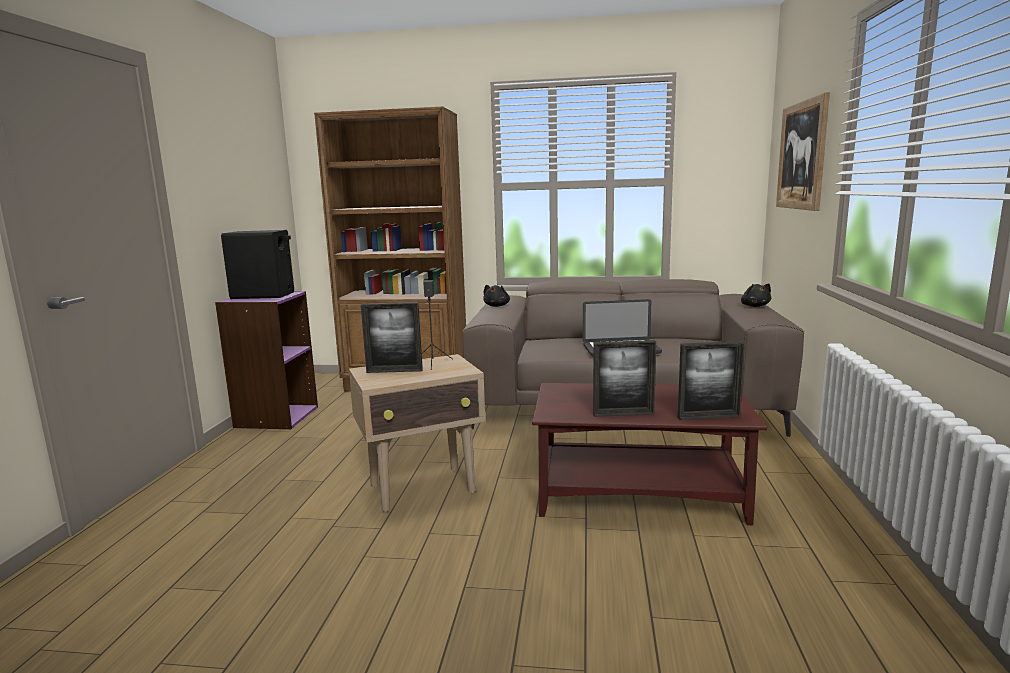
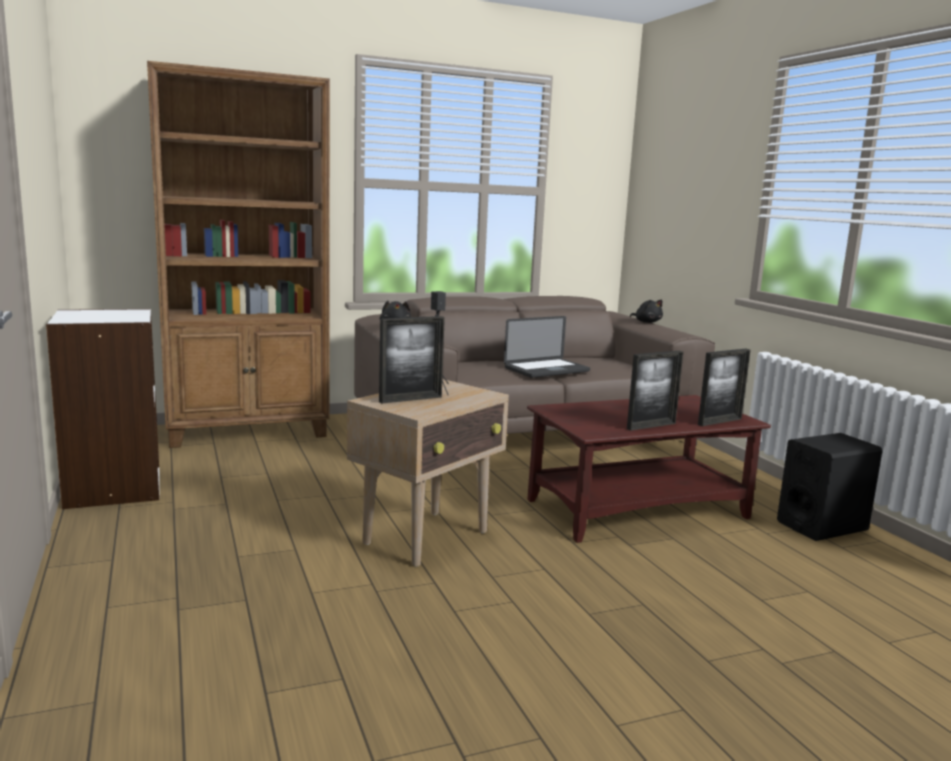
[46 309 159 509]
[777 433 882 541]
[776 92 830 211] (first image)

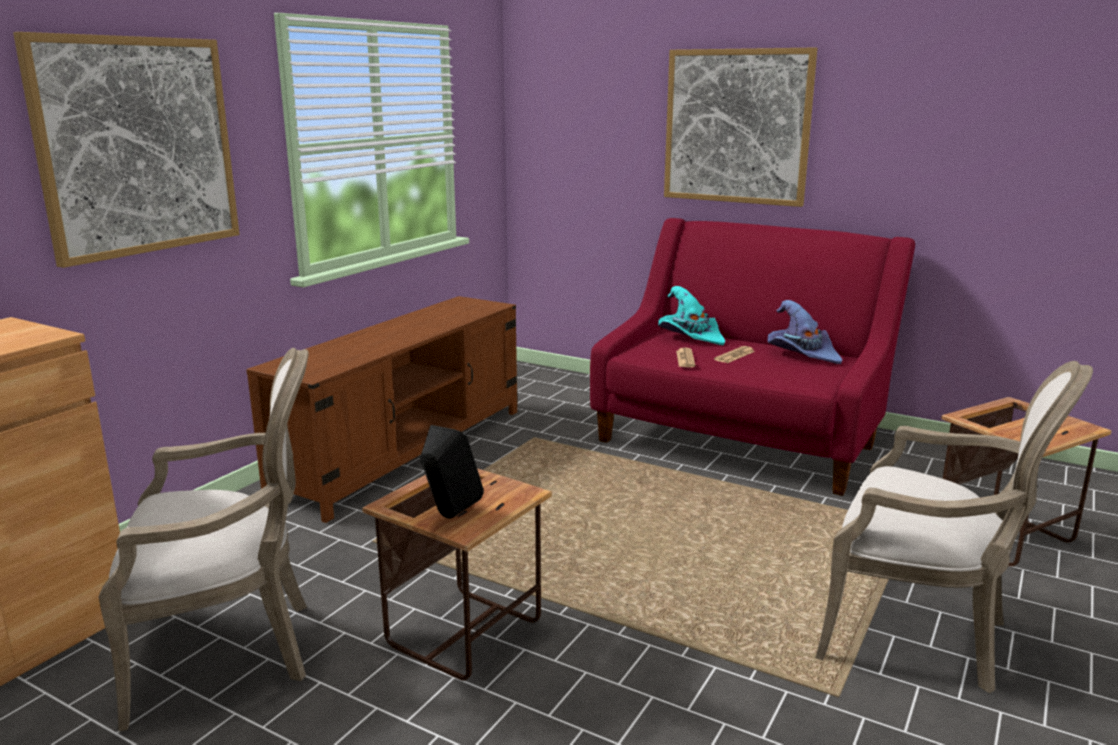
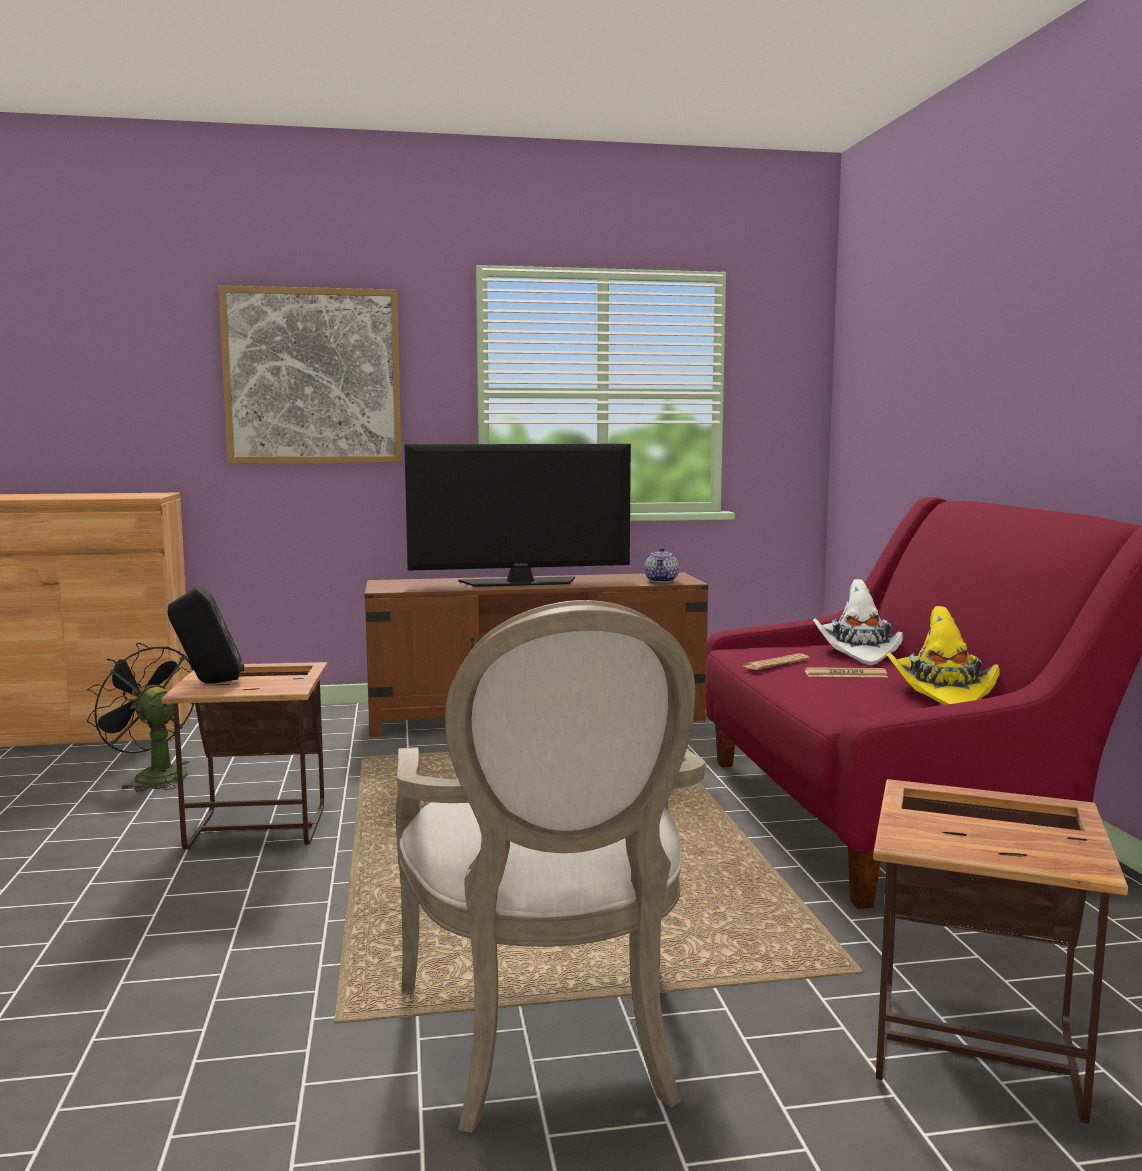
[87 643 195 792]
[404 444 631 587]
[644 547 679 583]
[812 579 903 665]
[886 606 1000 705]
[664 47 817 207] (first image)

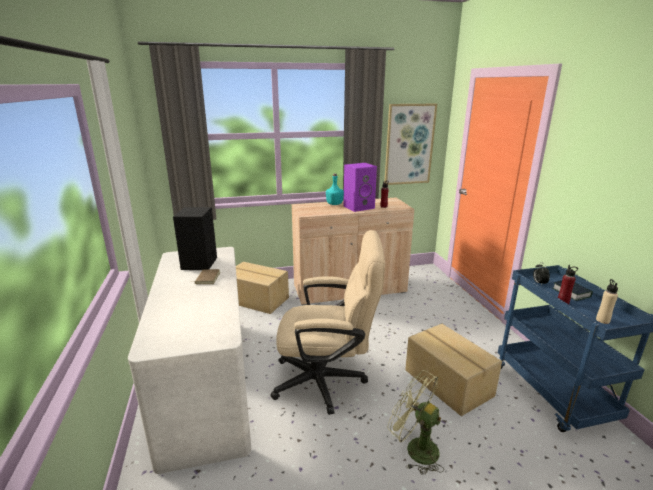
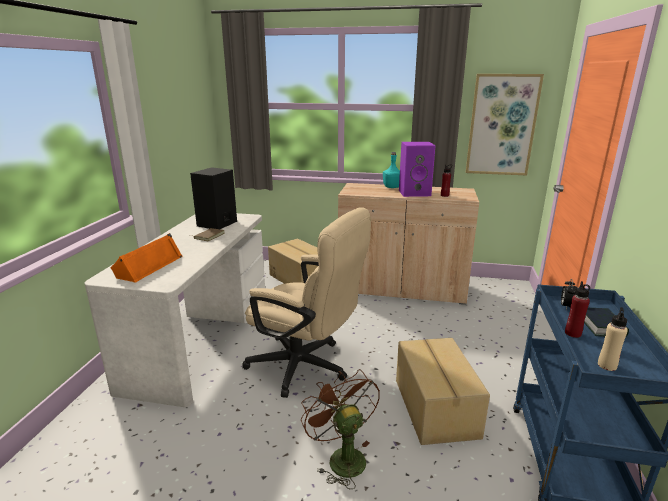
[110 233 183 283]
[301 369 380 489]

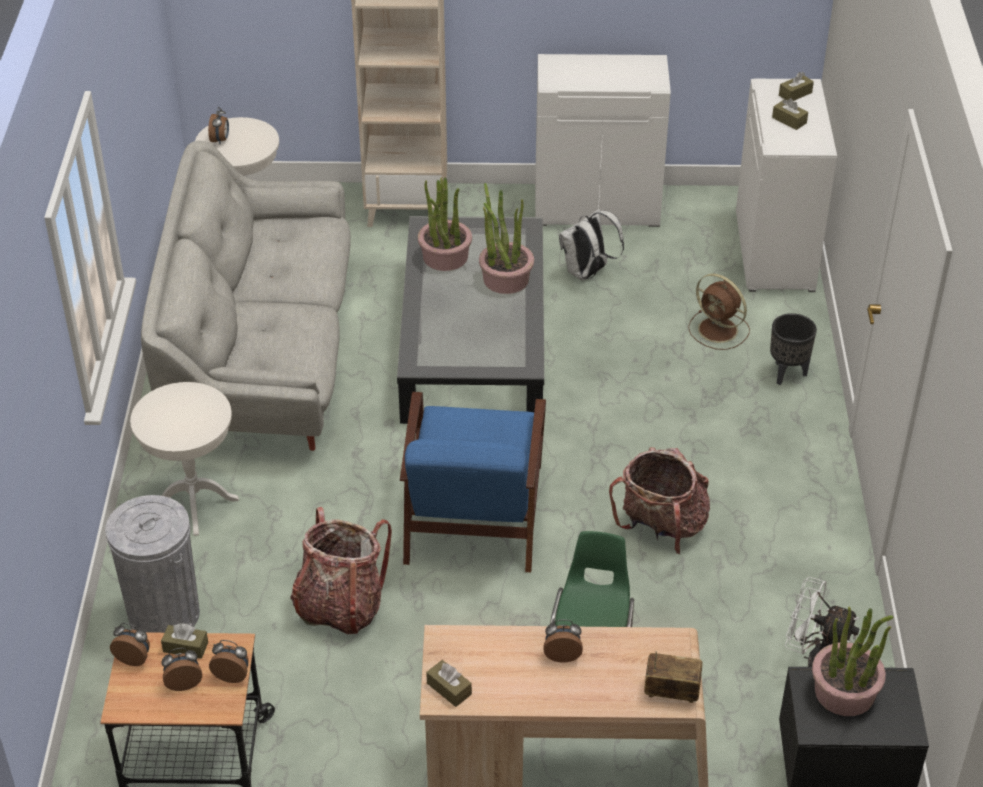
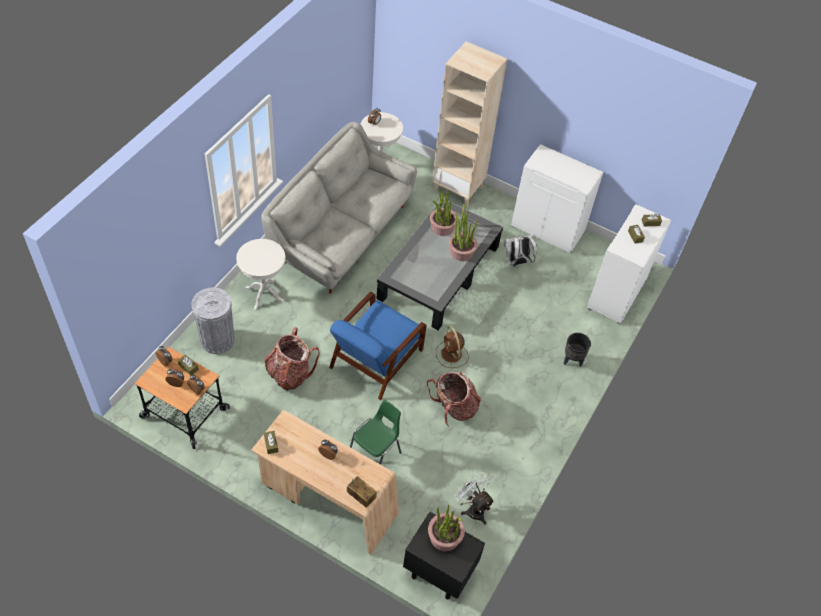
[436 326 469 368]

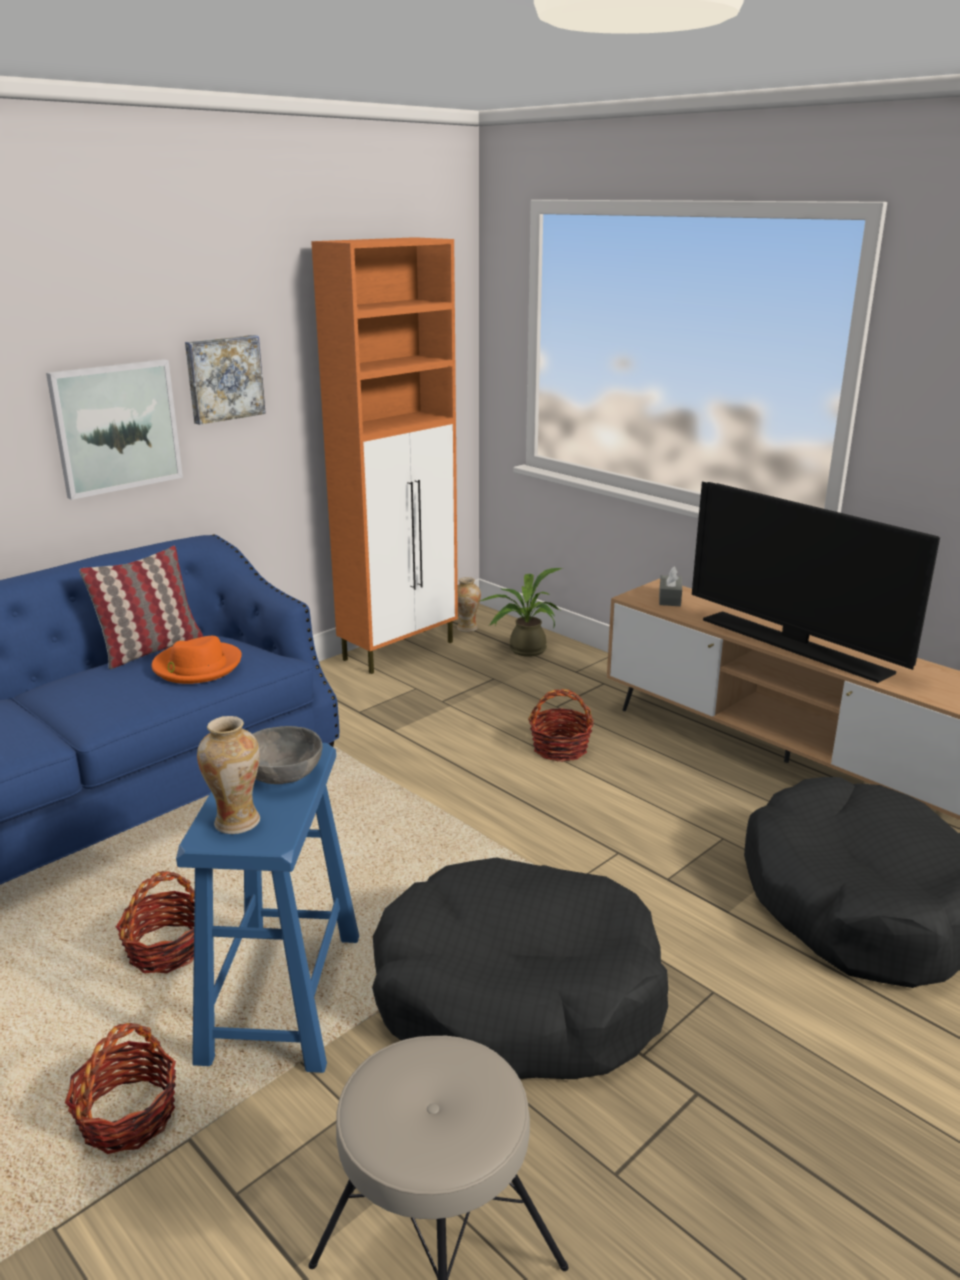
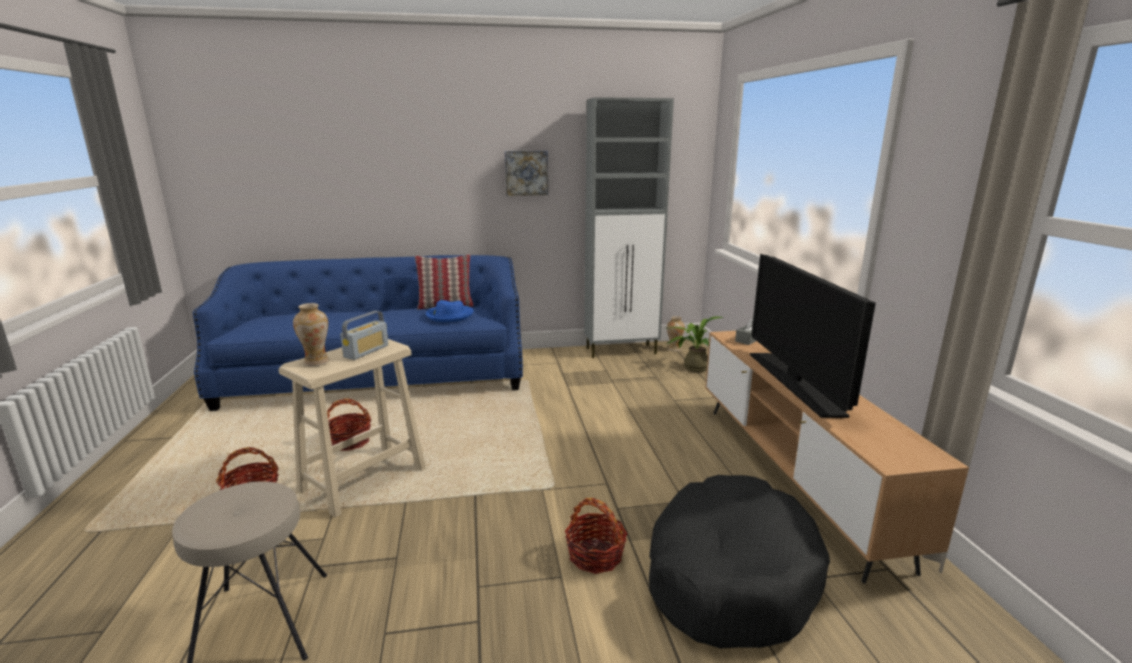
[279 339 426 517]
[340 311 388 360]
[426 300 474 322]
[565 498 628 574]
[584 97 674 358]
[46 359 183 500] (first image)
[372 857 668 1079] (first image)

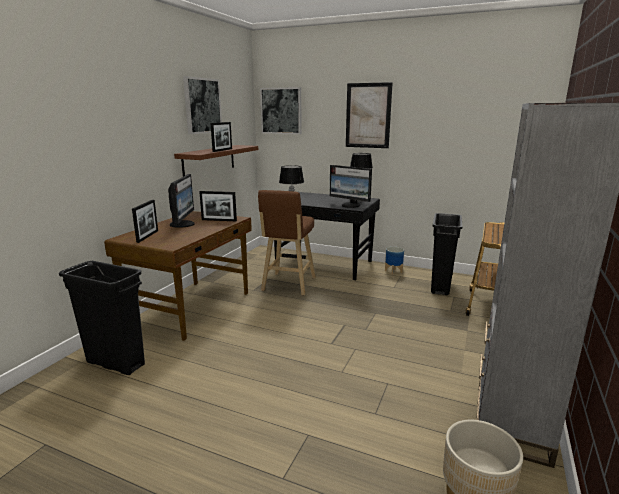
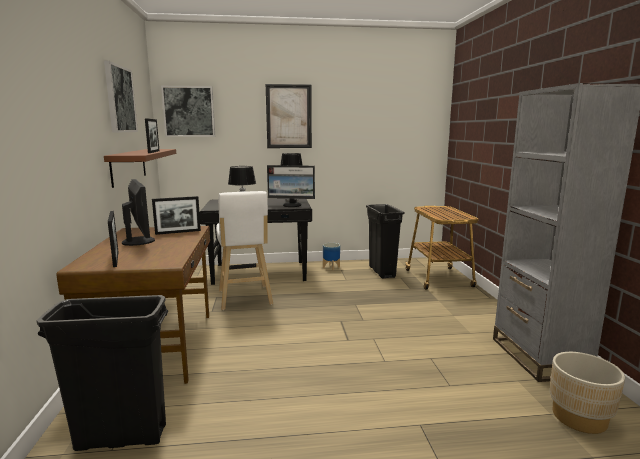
[216 191 273 310]

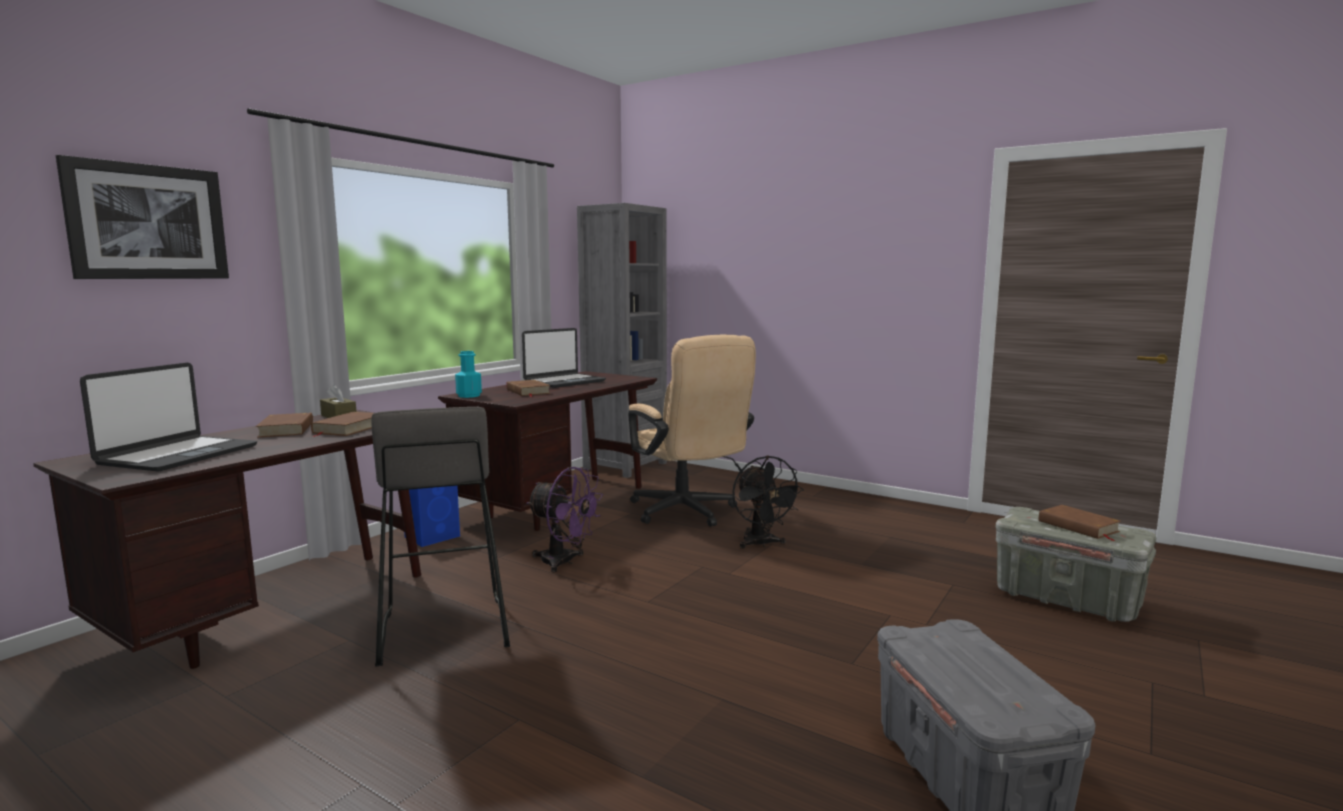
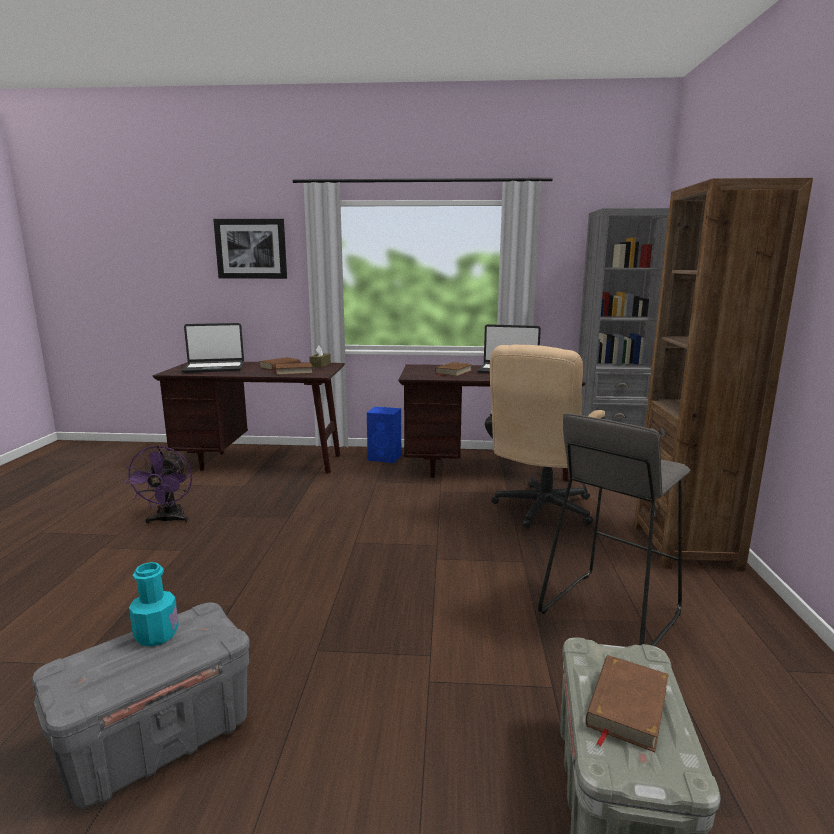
[124 445 193 524]
[129 562 179 647]
[538 413 690 646]
[634 178 813 572]
[732 456 804 549] (first image)

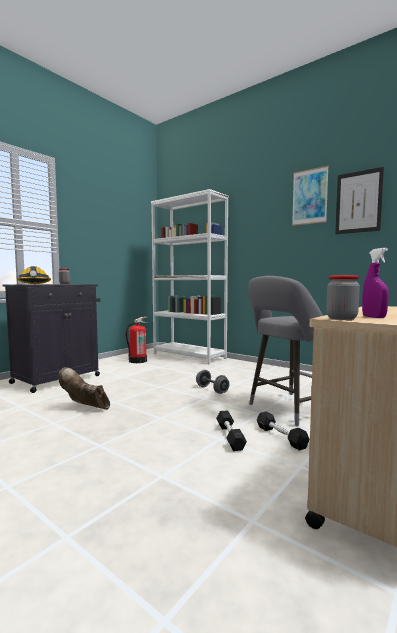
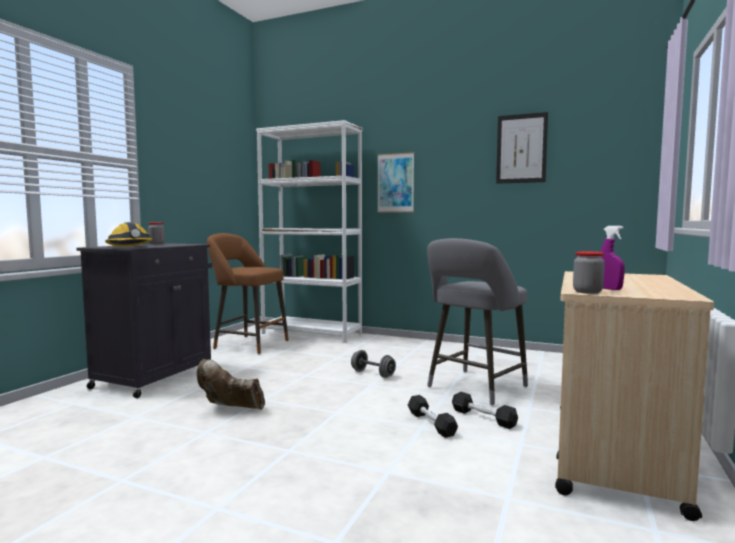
[207 233 289 354]
[377 152 414 213]

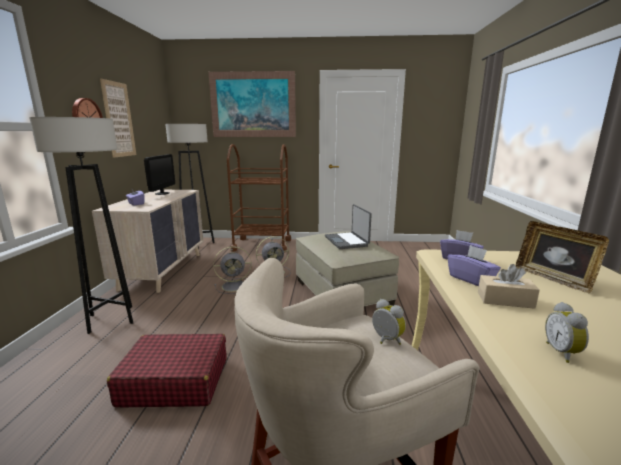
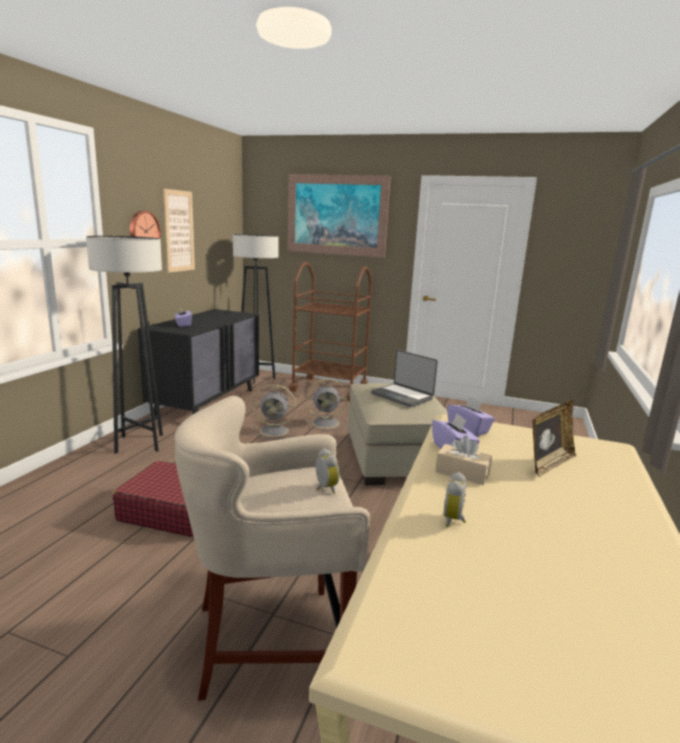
[138 309 259 416]
[371 350 438 407]
[532 400 576 477]
[144 154 175 195] (first image)

